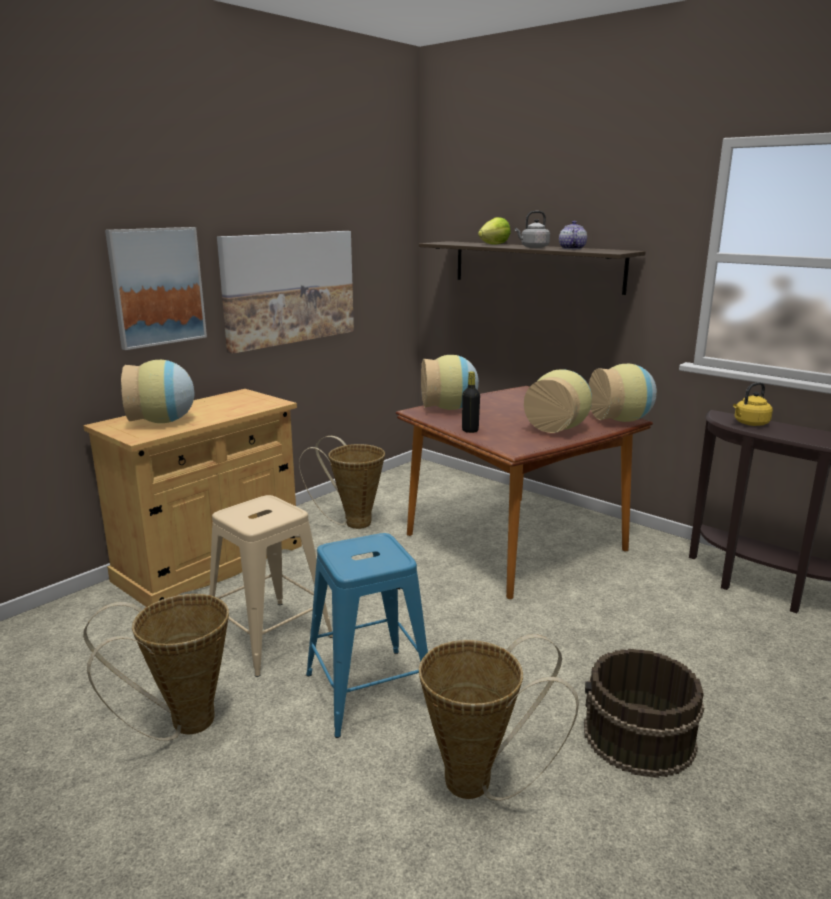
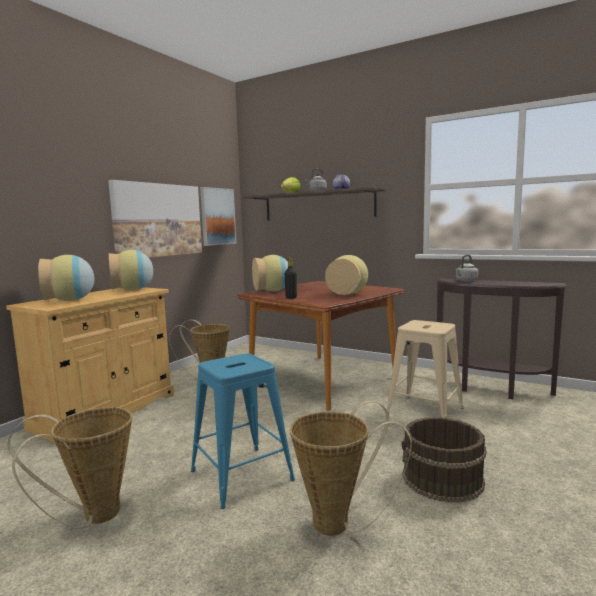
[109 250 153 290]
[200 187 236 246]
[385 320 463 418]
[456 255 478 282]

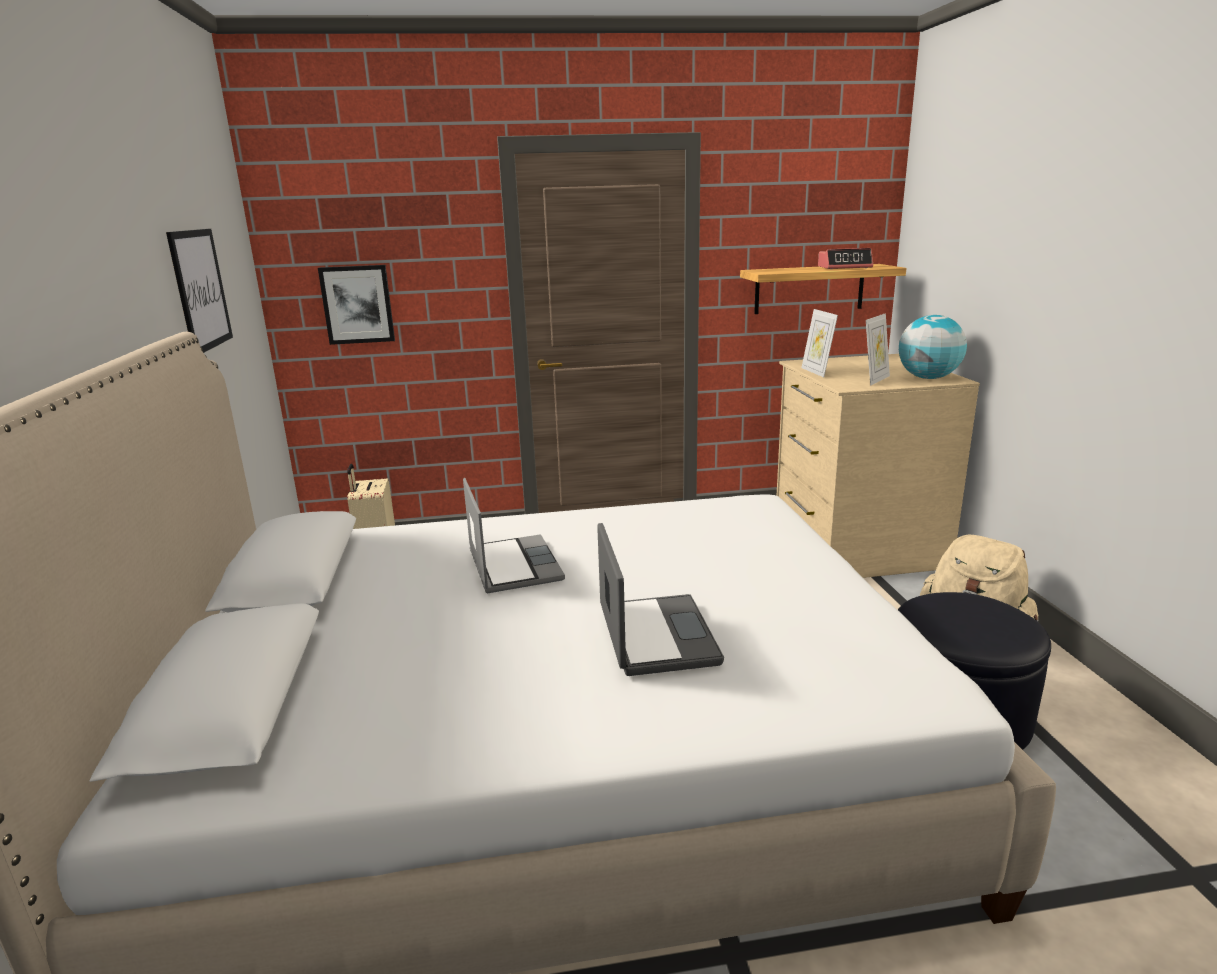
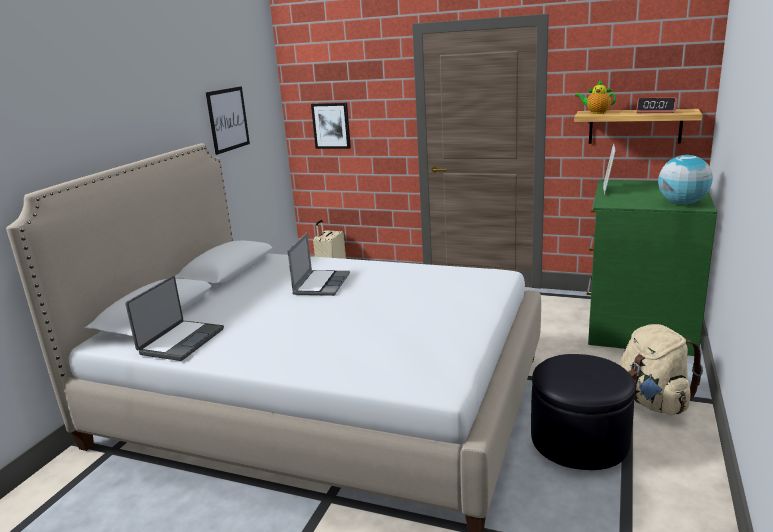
[125 276 224 361]
[575 80 616 114]
[587 180 717 356]
[866 313 890 386] (first image)

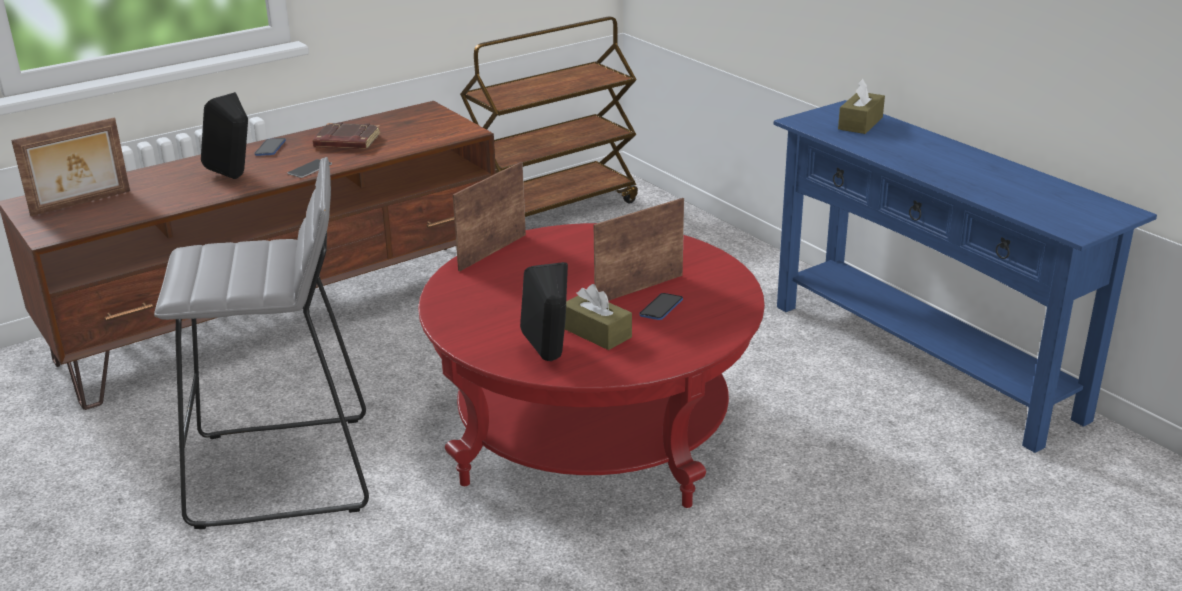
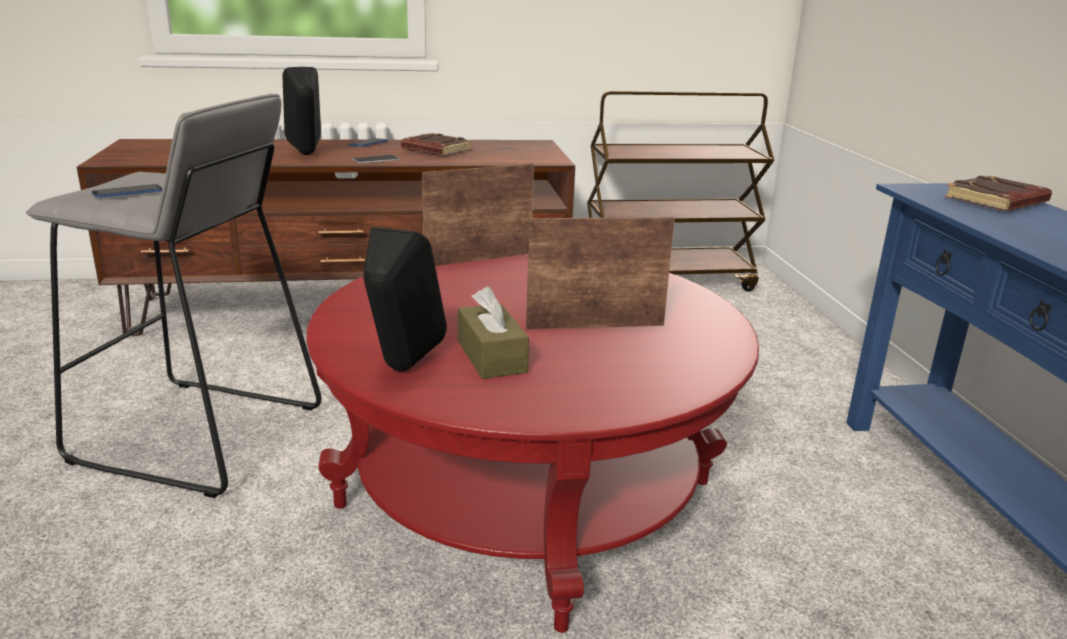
[92 184 162 198]
[944 176 1052 211]
[11 117 130 216] (first image)

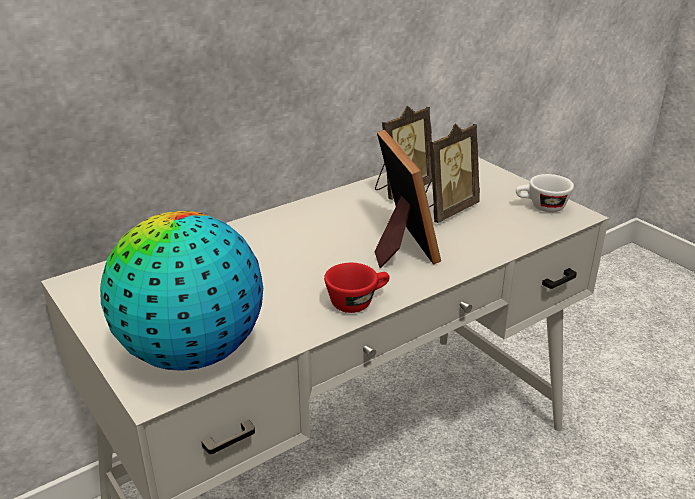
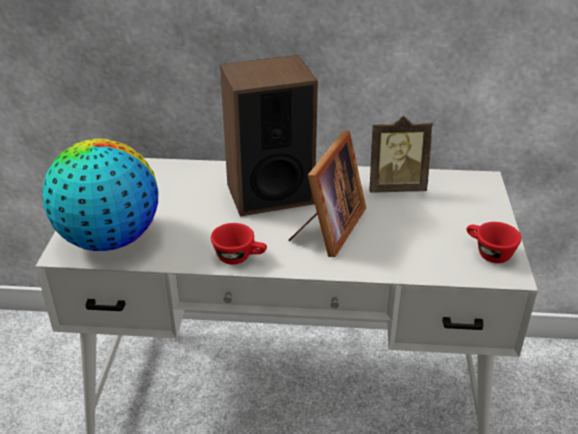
[220 55 318 216]
[467 222 521 263]
[426 124 480 223] (first image)

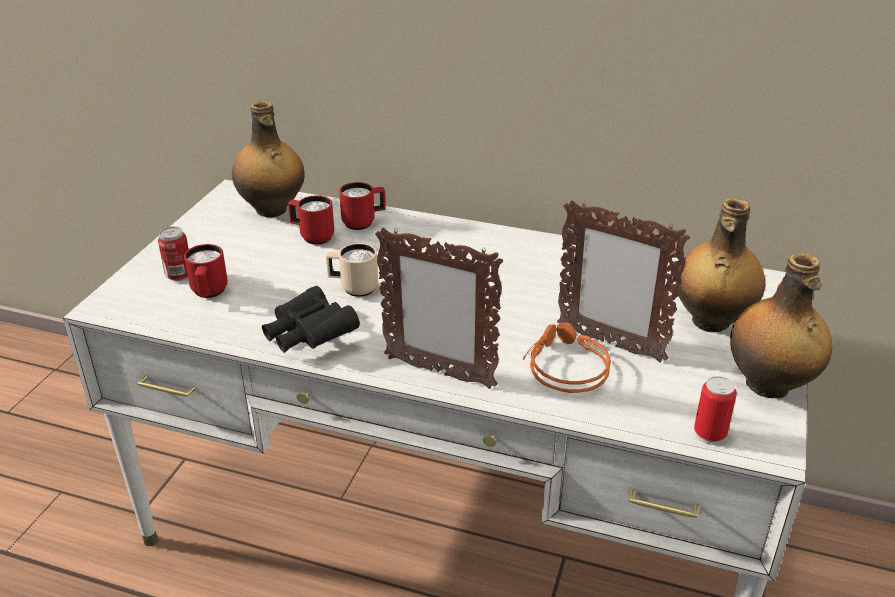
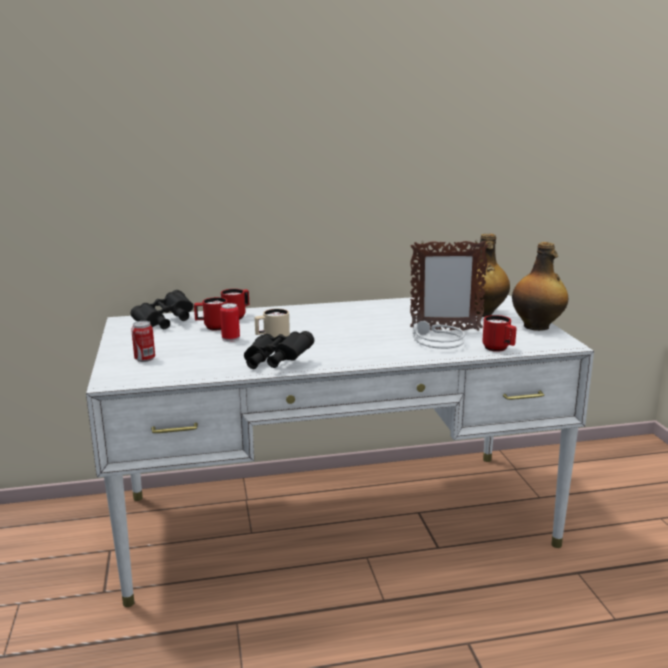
[131 290 193 329]
[220 303 240 342]
[412 321 465 349]
[482 315 517 352]
[375 227 503 389] (first image)

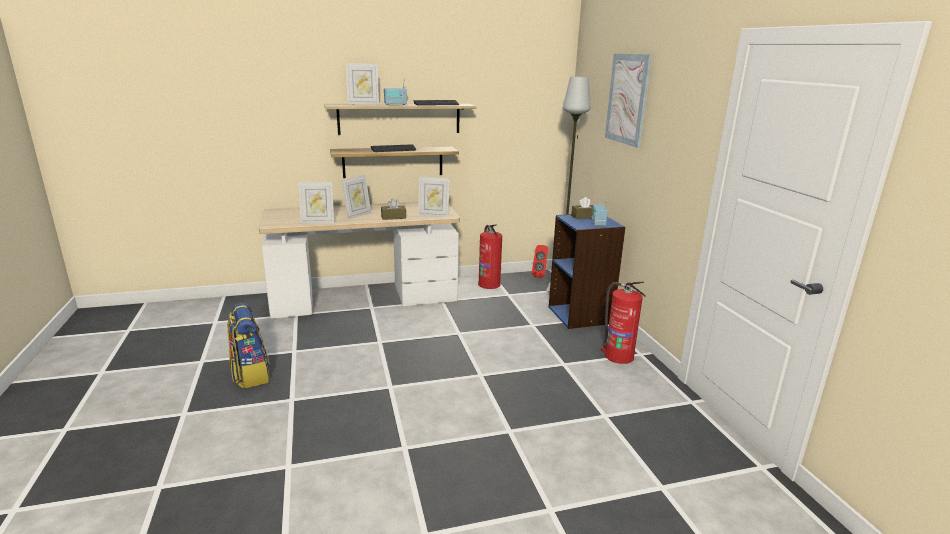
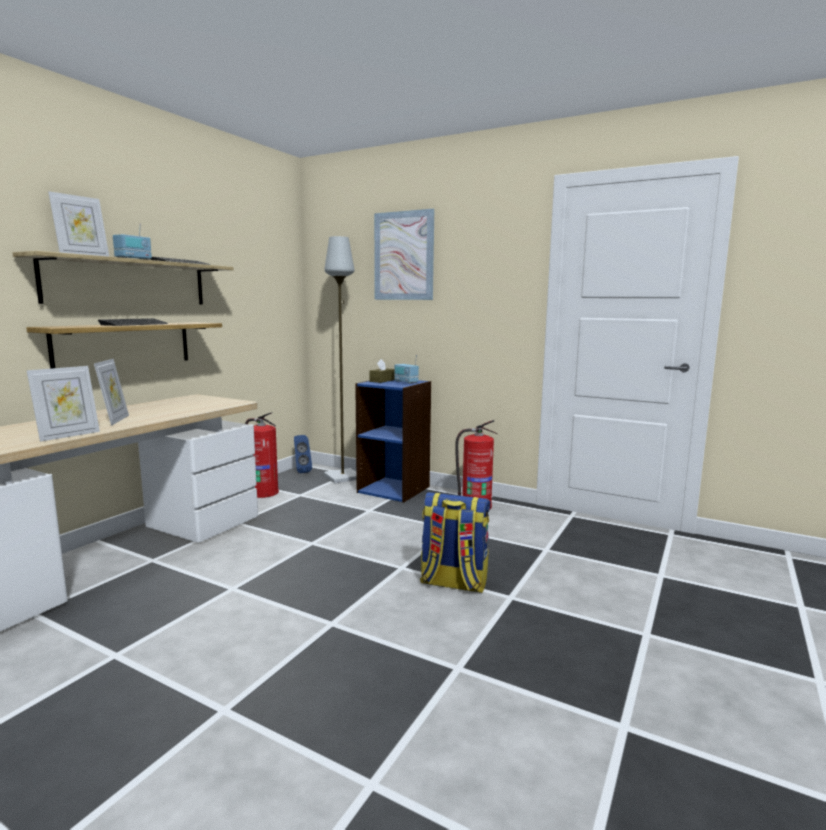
[294 435 312 473]
[420 492 490 593]
[381 198 406 220] (first image)
[418 177 450 217] (first image)

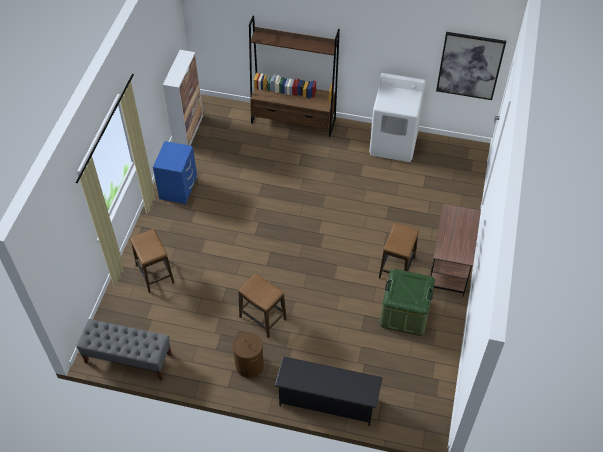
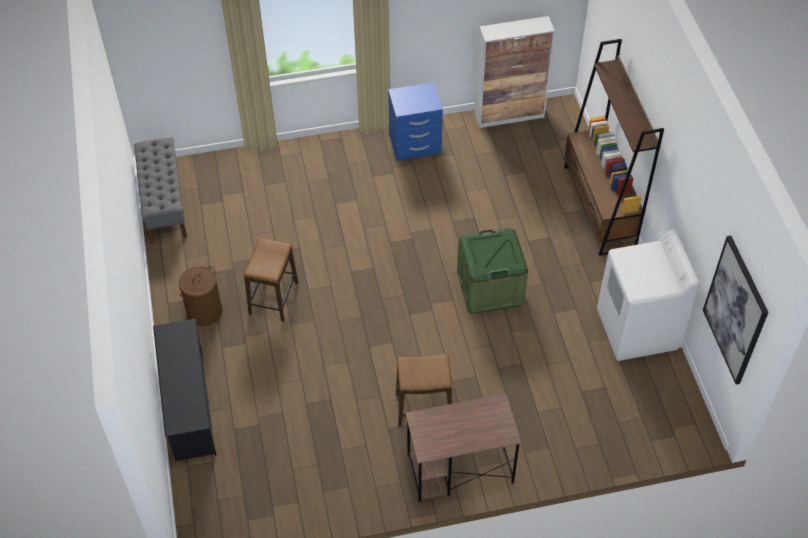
[457 228 528 314]
[130 229 174 293] (first image)

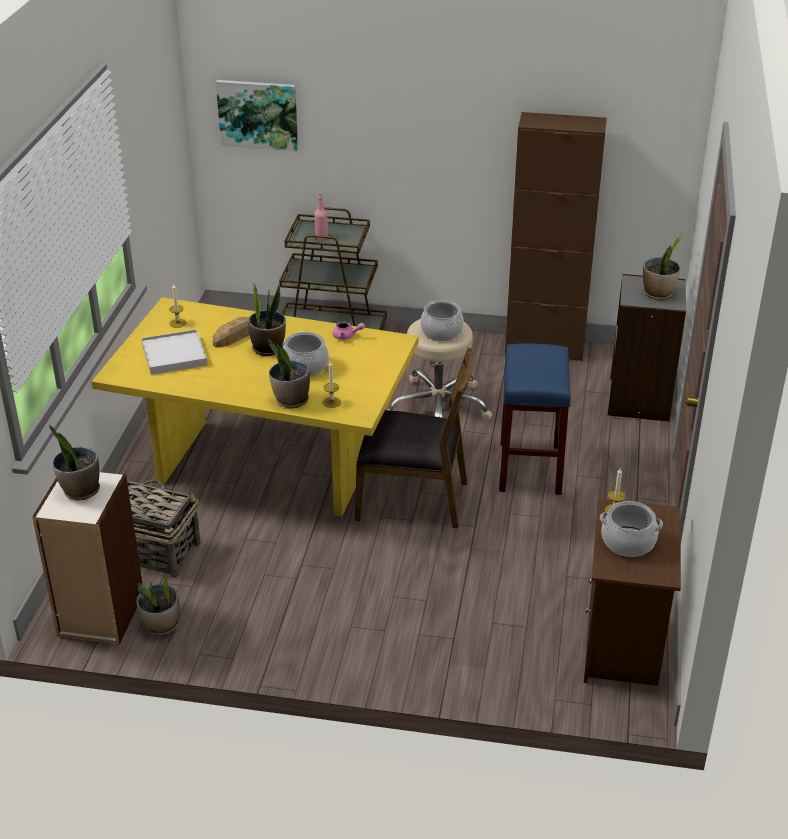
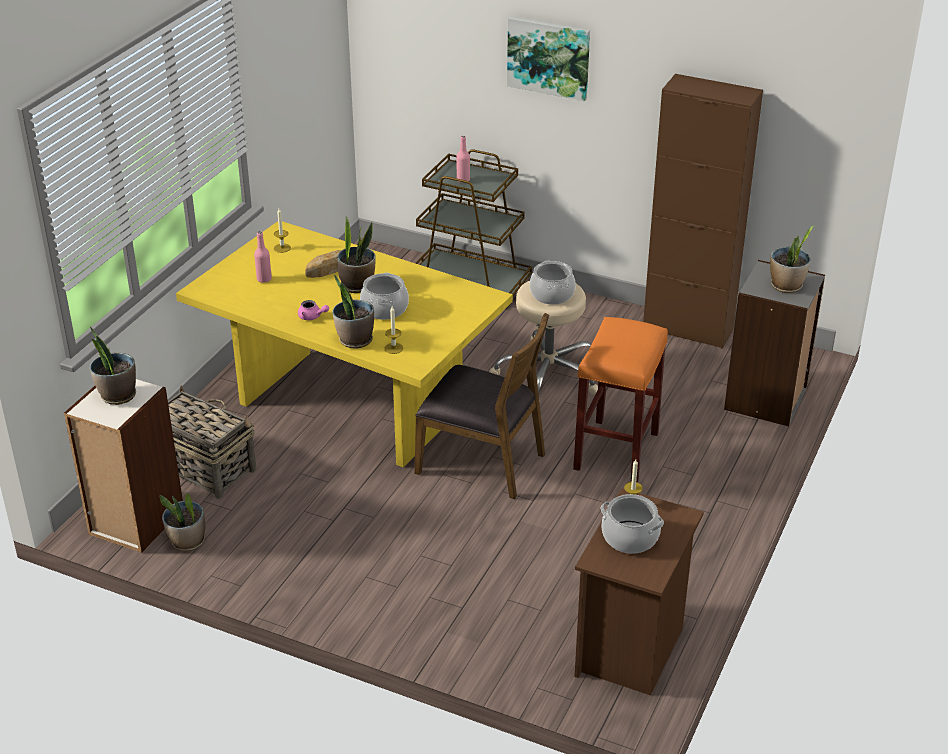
[254 231 272 283]
[298 300 329 320]
[507 16 590 101]
[573 317 668 482]

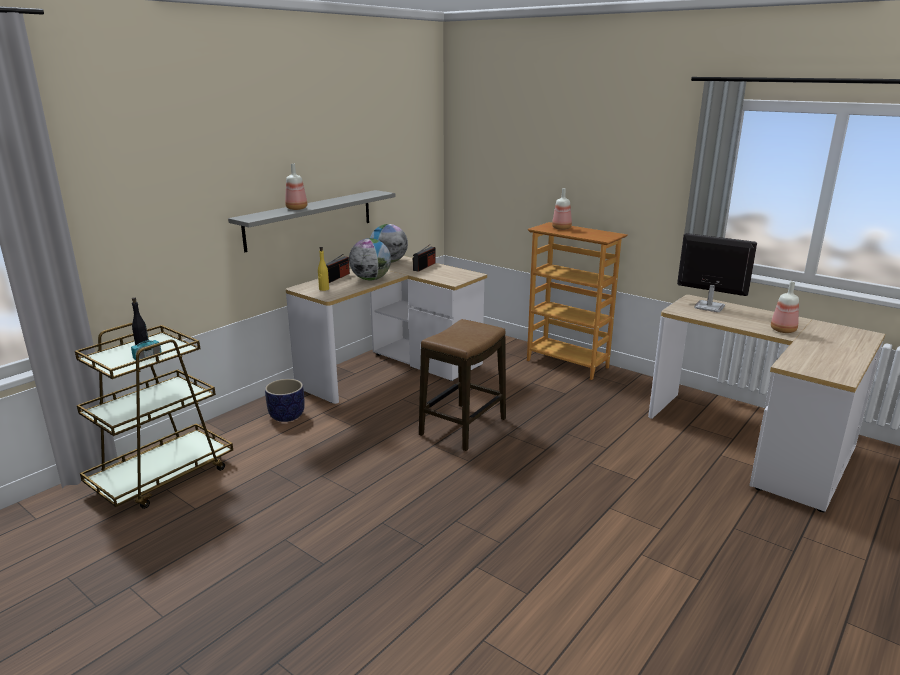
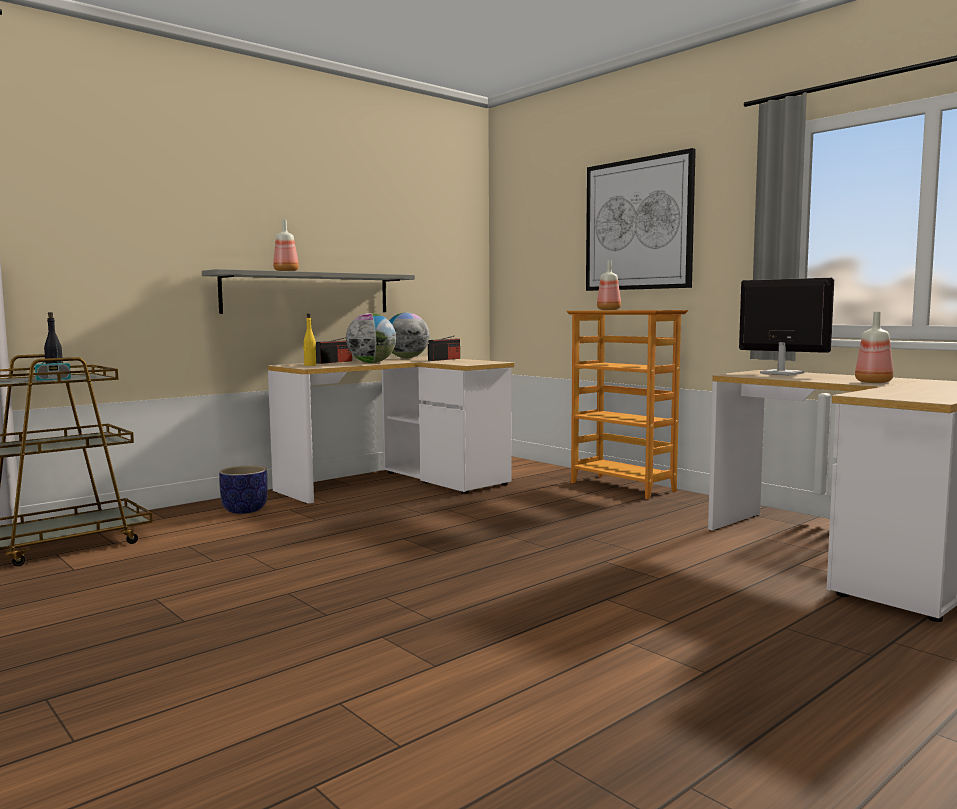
[586 148 696 291]
[419 319 506 451] (first image)

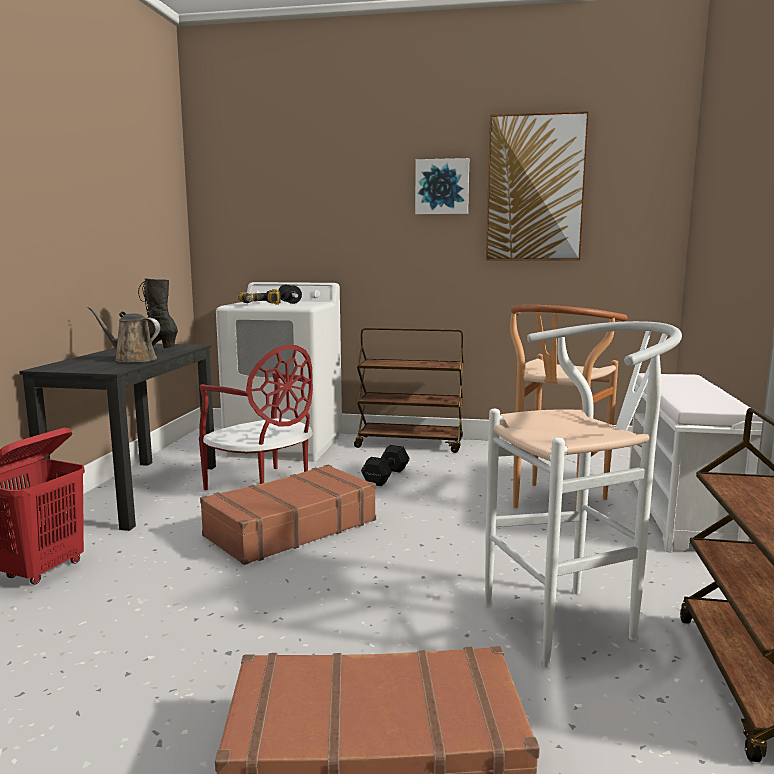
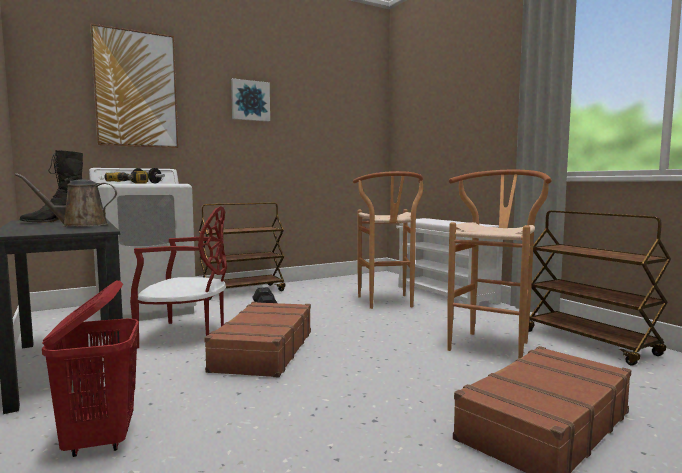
[90 24 178 148]
[447 170 552 358]

